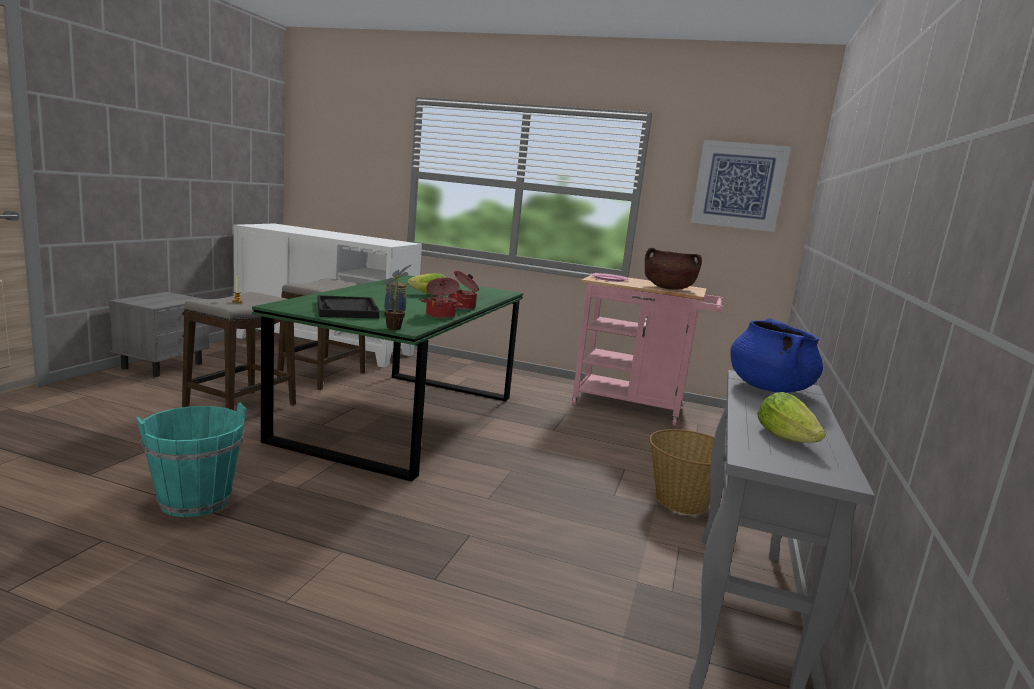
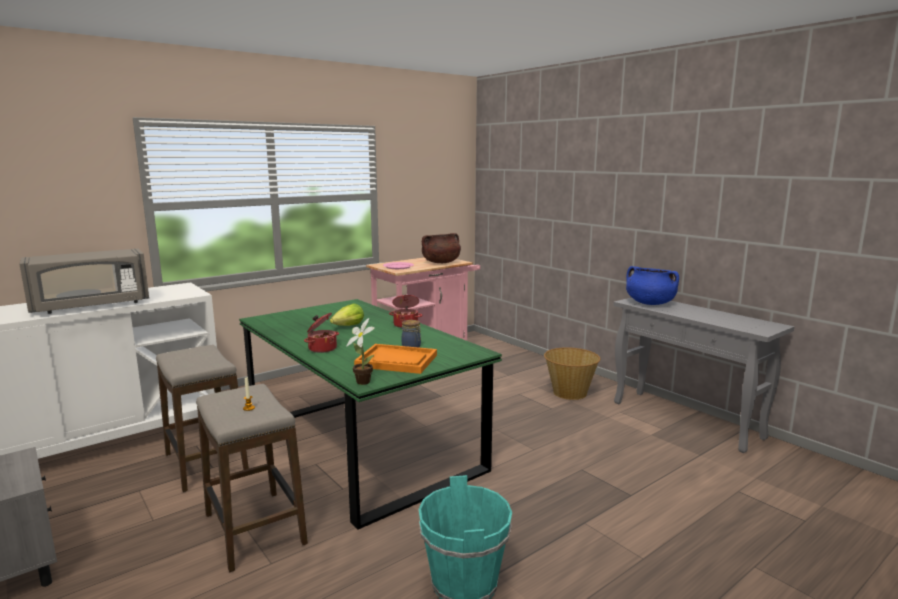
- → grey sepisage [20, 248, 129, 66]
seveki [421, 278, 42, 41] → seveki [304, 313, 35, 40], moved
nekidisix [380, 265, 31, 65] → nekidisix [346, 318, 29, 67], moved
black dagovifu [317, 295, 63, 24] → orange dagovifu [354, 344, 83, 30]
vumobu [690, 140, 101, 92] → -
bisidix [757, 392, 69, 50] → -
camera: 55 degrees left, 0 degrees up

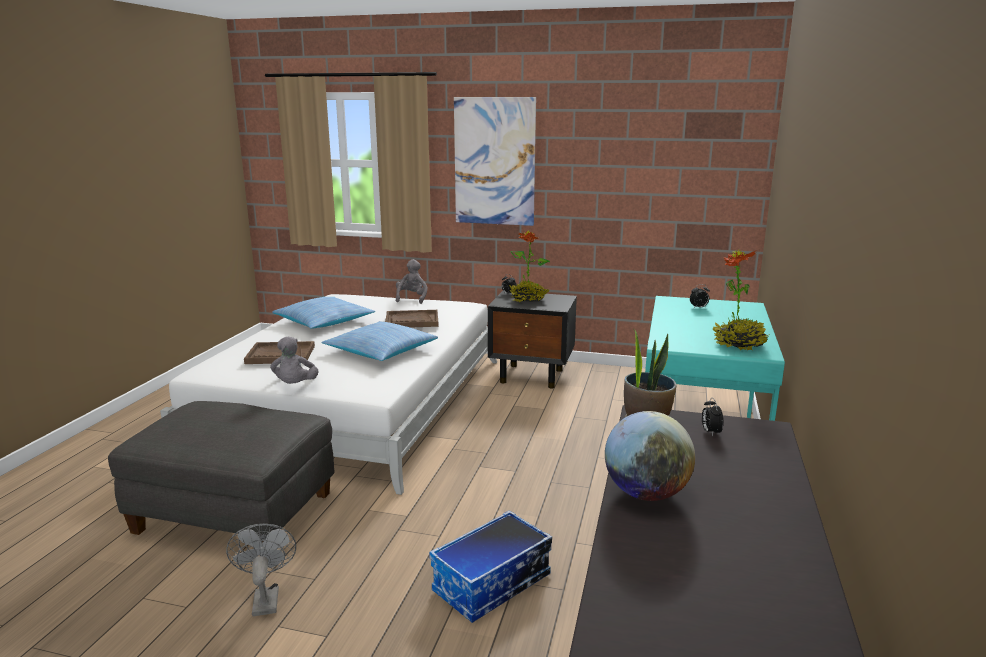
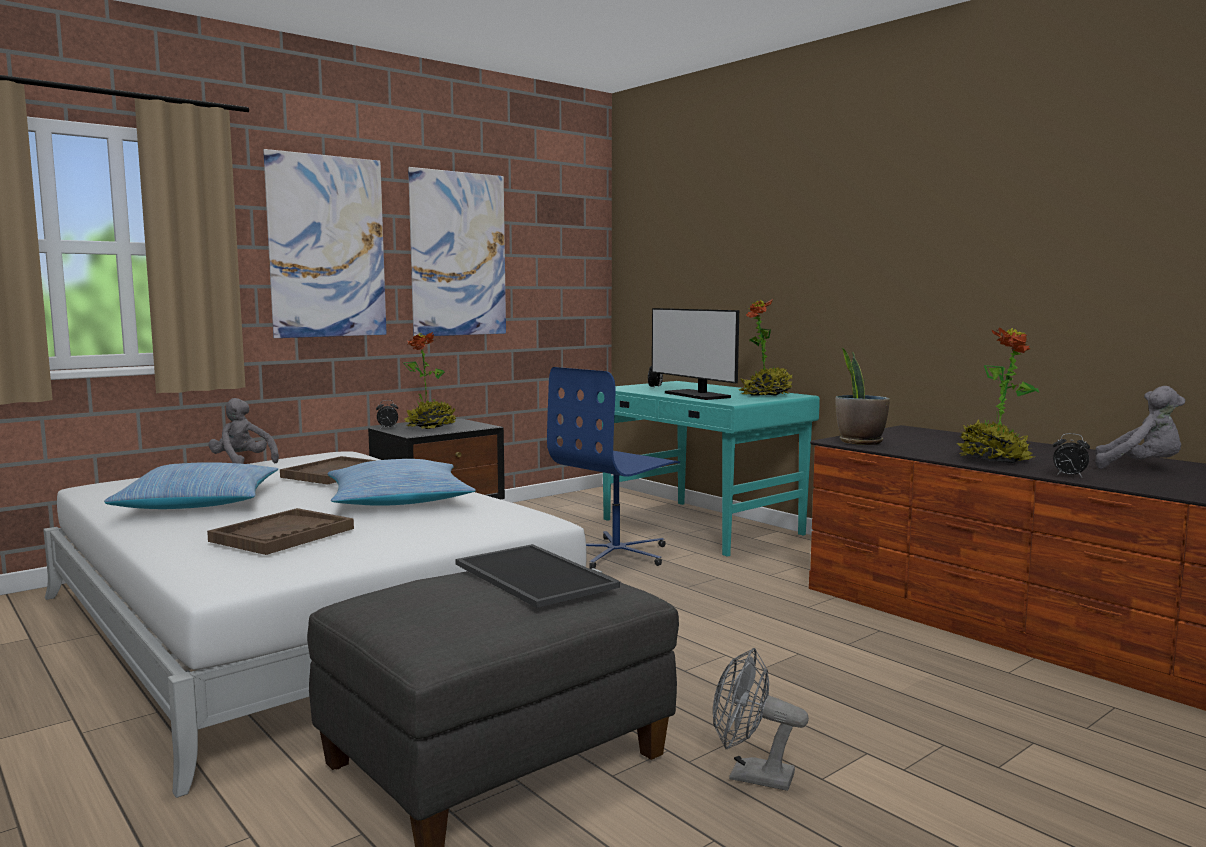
- → vumobu [408, 167, 98, 169]
- → dagovifu [455, 544, 165, 64]
- → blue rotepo [547, 367, 133, 202]
- → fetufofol [652, 308, 87, 92]
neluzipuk [605, 411, 90, 90] → nekidisix [957, 327, 82, 136]
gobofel [702, 398, 21, 38] → gobofel [1053, 433, 37, 44], moved
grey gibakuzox [270, 337, 49, 47] → grey gibakuzox [1095, 386, 90, 83], moved
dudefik [429, 510, 123, 113] → -
camera: 55 degrees left, 10 degrees down

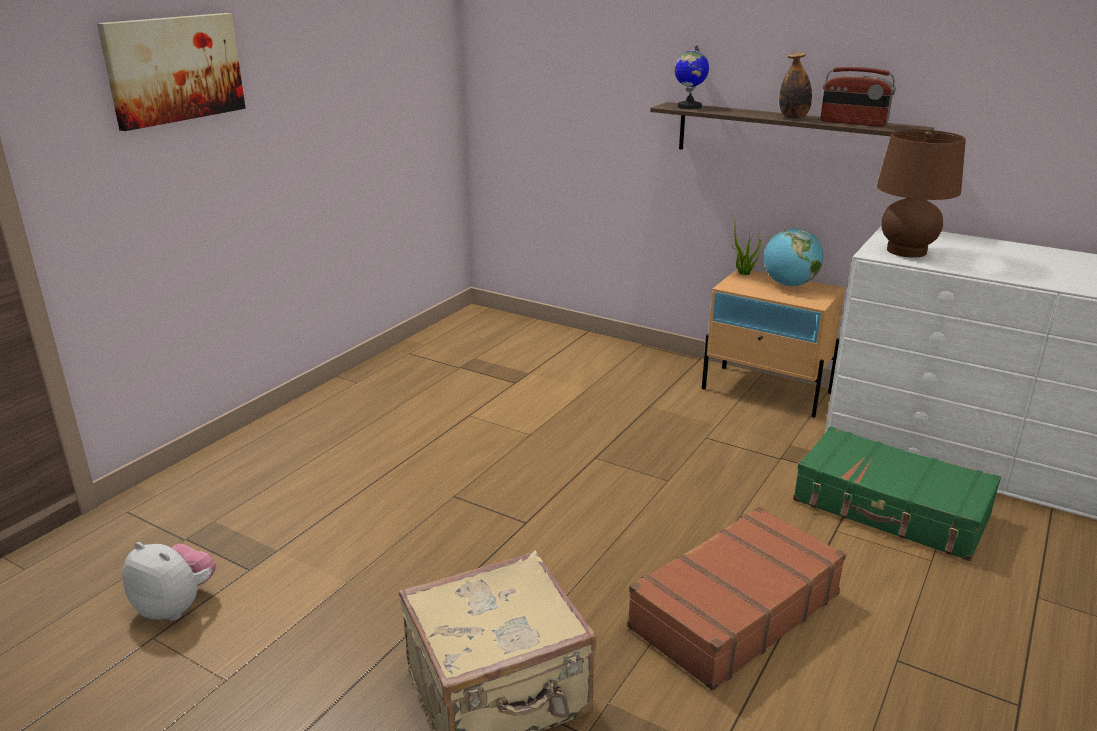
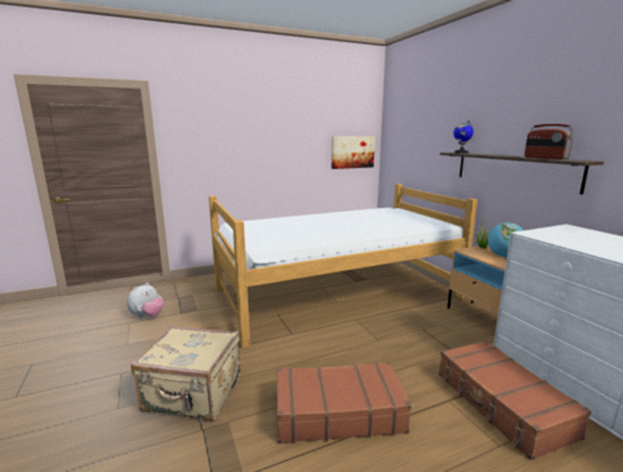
gibakuzox [122, 542, 94, 79] → gibakuzox [127, 283, 37, 35], 60 degrees clockwise
- → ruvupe [209, 184, 269, 164]
vumobu [97, 13, 149, 118] → vumobu [331, 136, 44, 33], moved
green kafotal [793, 426, 208, 135] → brown kafotal [438, 340, 153, 120]
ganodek [779, 52, 33, 67] → -
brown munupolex [877, 129, 89, 129] → -
camera: 35 degrees right, 10 degrees down

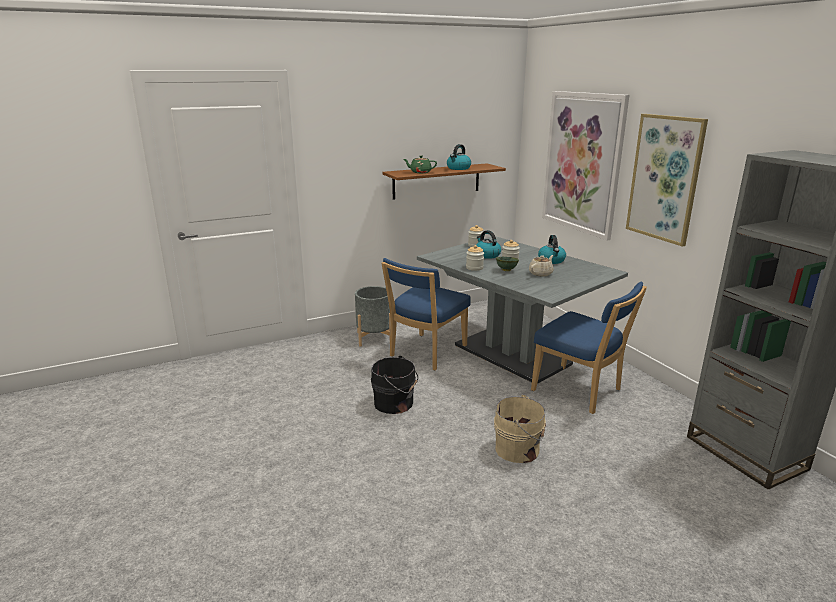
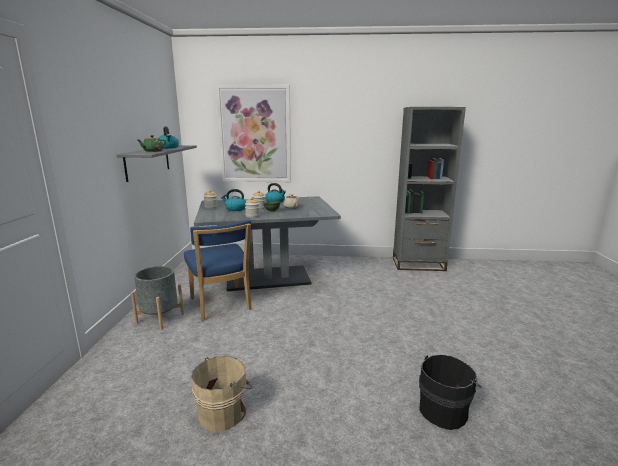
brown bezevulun [382, 163, 124, 37] → grey bezevulun [117, 145, 80, 37]
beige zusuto [494, 395, 52, 68] → beige zusuto [192, 356, 60, 76], moved
black zusuto [371, 355, 47, 59] → black zusuto [419, 354, 62, 76], moved
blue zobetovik [531, 281, 116, 133] → -
vumobu [626, 114, 82, 133] → -
camera: 60 degrees left, 5 degrees down

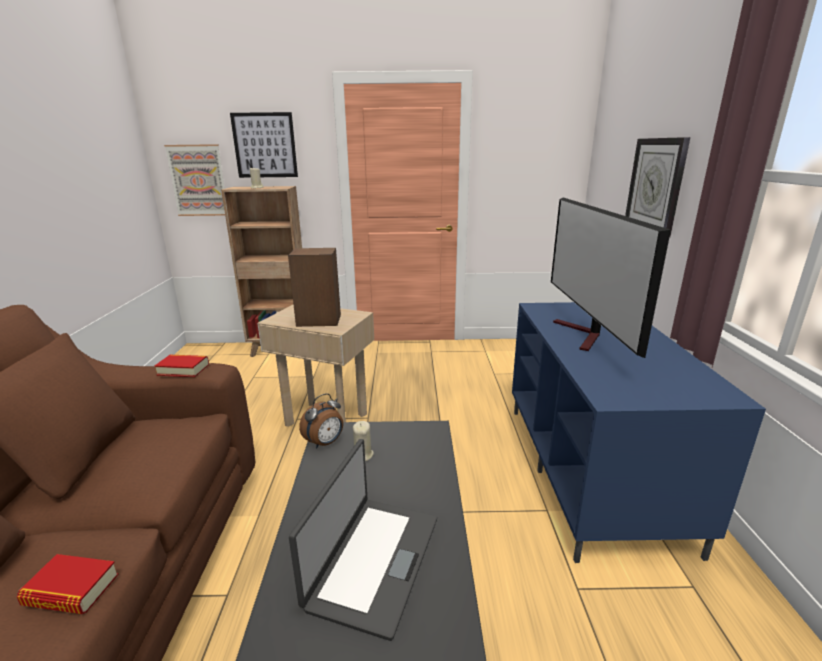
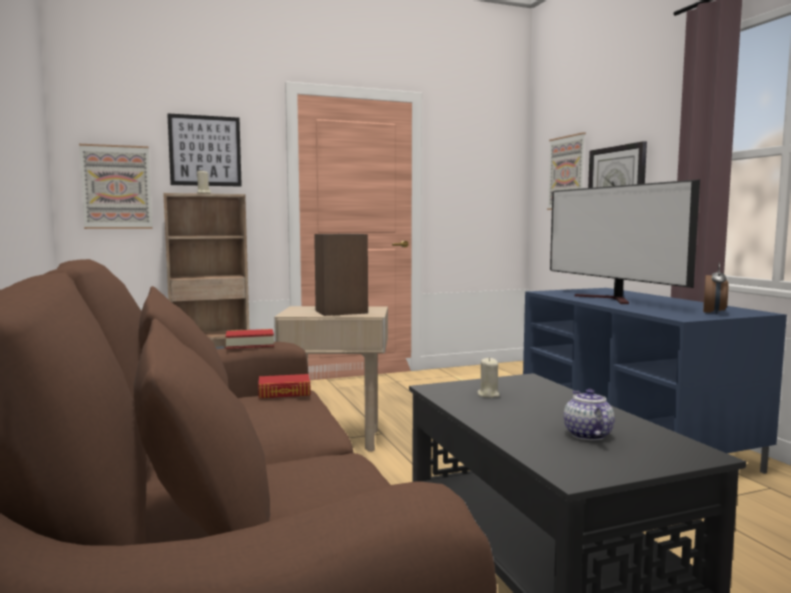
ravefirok [16, 554, 103, 60] → ravefirok [258, 374, 53, 24], moved
- → vumobu [547, 132, 39, 78]
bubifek [289, 439, 148, 202] → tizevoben [564, 389, 51, 51]
gobofel [299, 393, 44, 56] → gobofel [703, 262, 25, 53], moved
camera: 20 degrees left, 15 degrees down

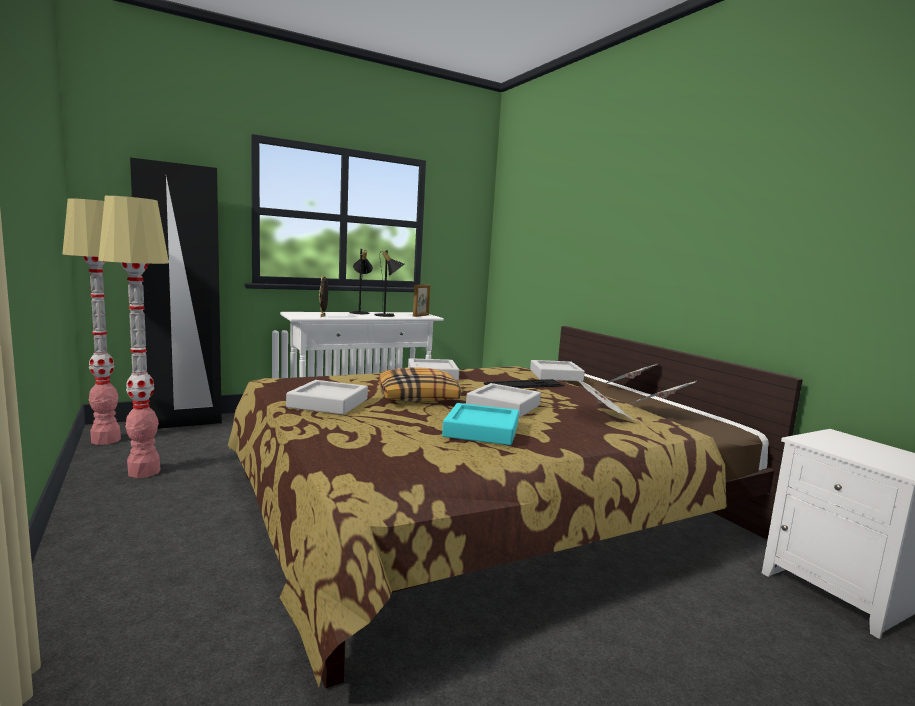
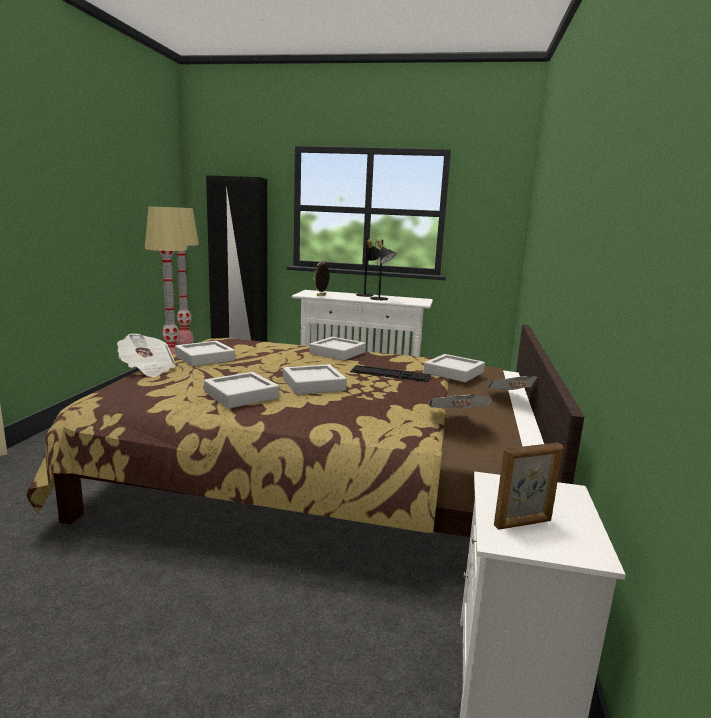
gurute [572, 377, 64, 44] → gurute [117, 333, 59, 44], moved
turquoise dagovifu [442, 403, 77, 42] → grey dagovifu [204, 372, 75, 37]
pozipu [413, 284, 17, 33] → pozipu [494, 443, 69, 87], moved
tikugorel [379, 367, 82, 35] → -
camera: 40 degrees right, 5 degrees up

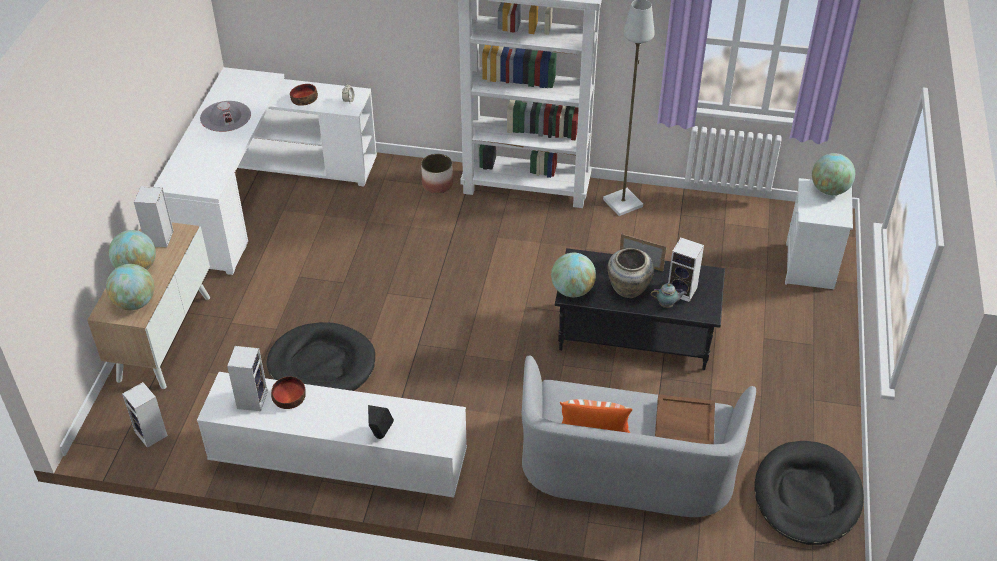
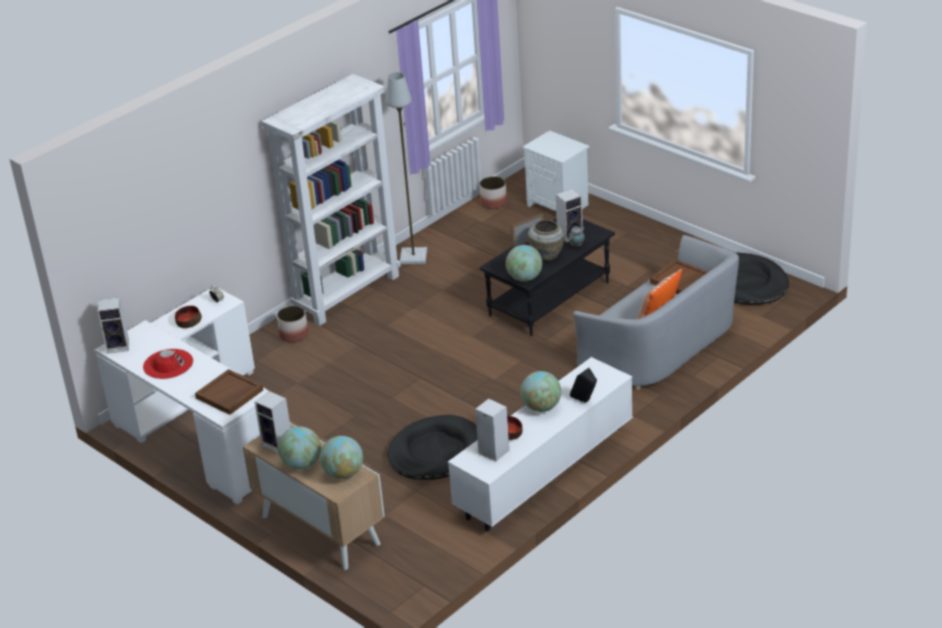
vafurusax [122, 382, 46, 66] → vafurusax [98, 297, 31, 57], moved
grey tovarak [200, 101, 51, 31] → red tovarak [143, 349, 50, 30]
- → brown dagovifu [195, 369, 68, 46]
- → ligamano [480, 176, 27, 33]
neluzipuk [812, 153, 43, 42] → neluzipuk [520, 371, 41, 41], moved
camera: 55 degrees left, 10 degrees down

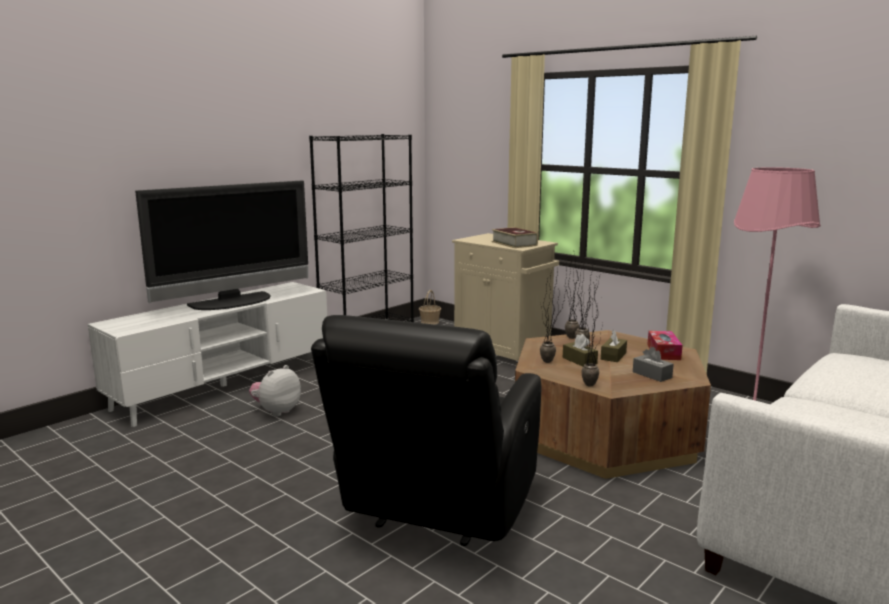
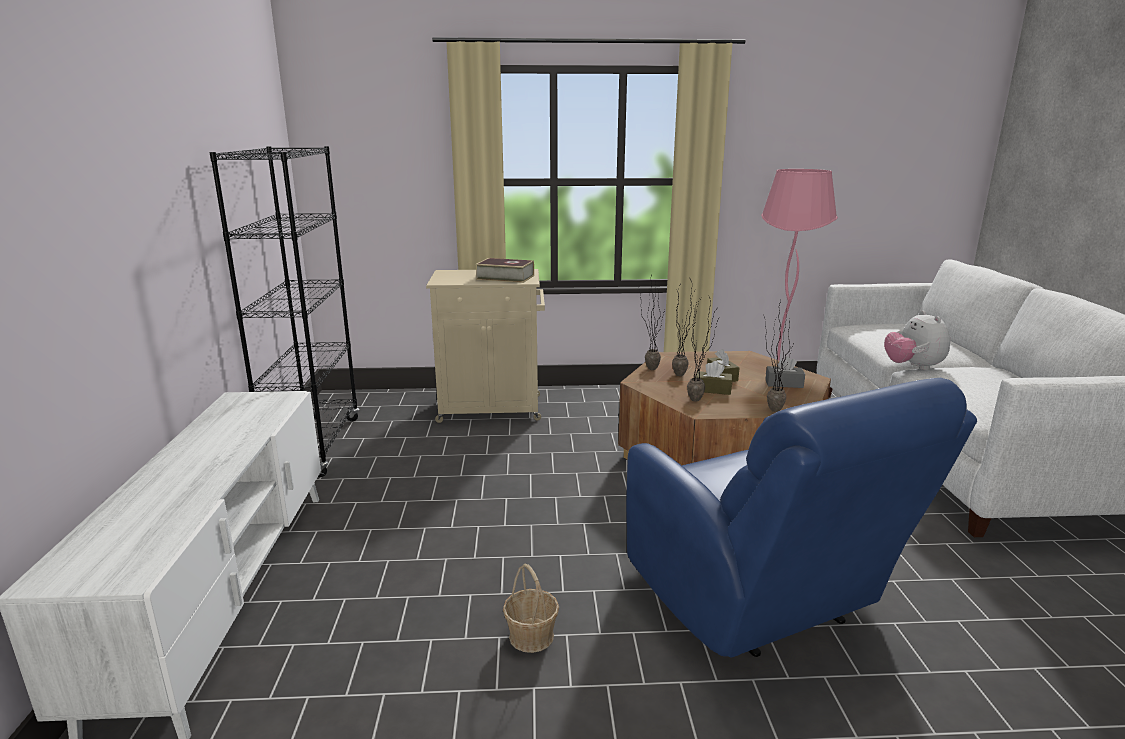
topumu [419, 290, 22, 35] → topumu [503, 563, 56, 90], moved
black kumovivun [311, 315, 230, 231] → blue kumovivun [626, 378, 351, 280]
gibakuzox [249, 365, 52, 52] → gibakuzox [884, 311, 66, 59], moved
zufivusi [135, 181, 173, 129] → -
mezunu [647, 331, 36, 29] → -
camera: 45 degrees left, 5 degrees up

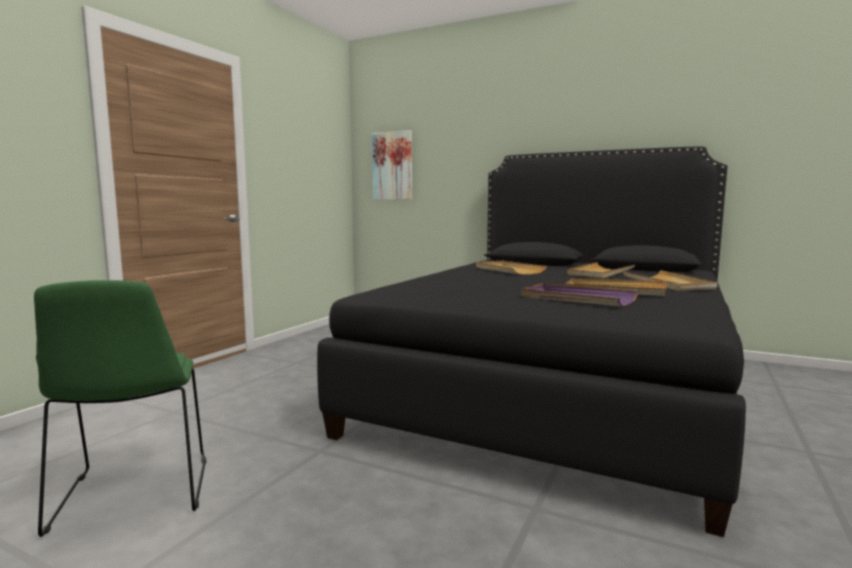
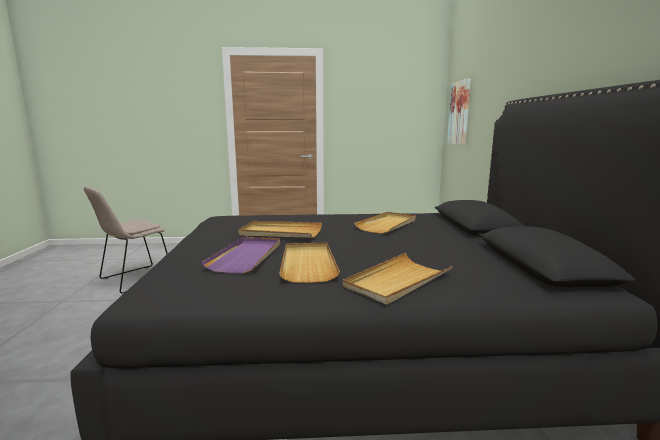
green zobetovik [34, 280, 172, 257] → beige zobetovik [84, 186, 84, 108]
beige dagovifu [567, 262, 68, 17] → beige dagovifu [239, 221, 83, 17], moved
camera: 60 degrees right, 5 degrees up

